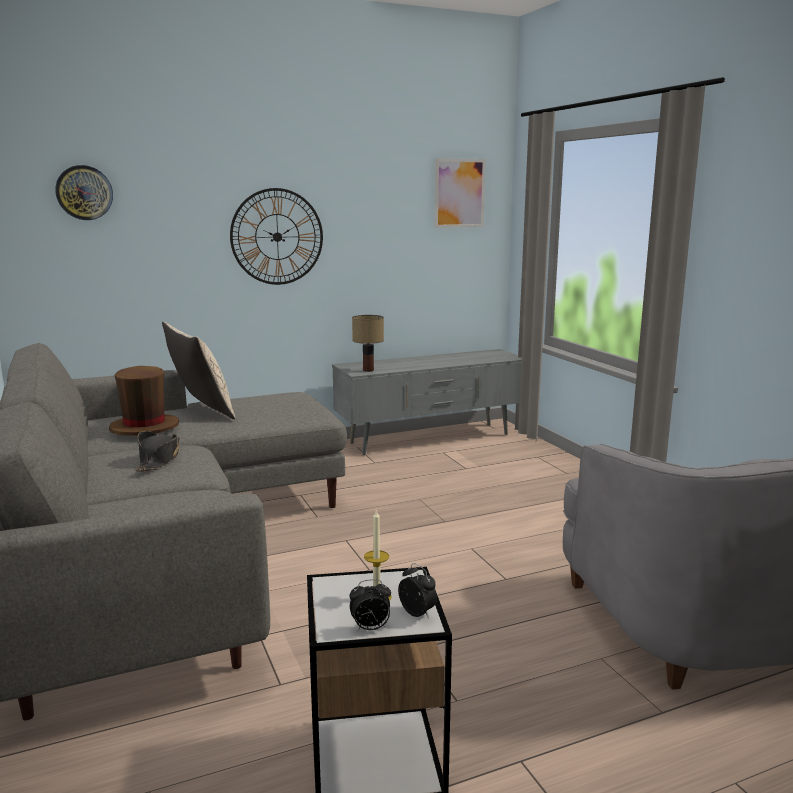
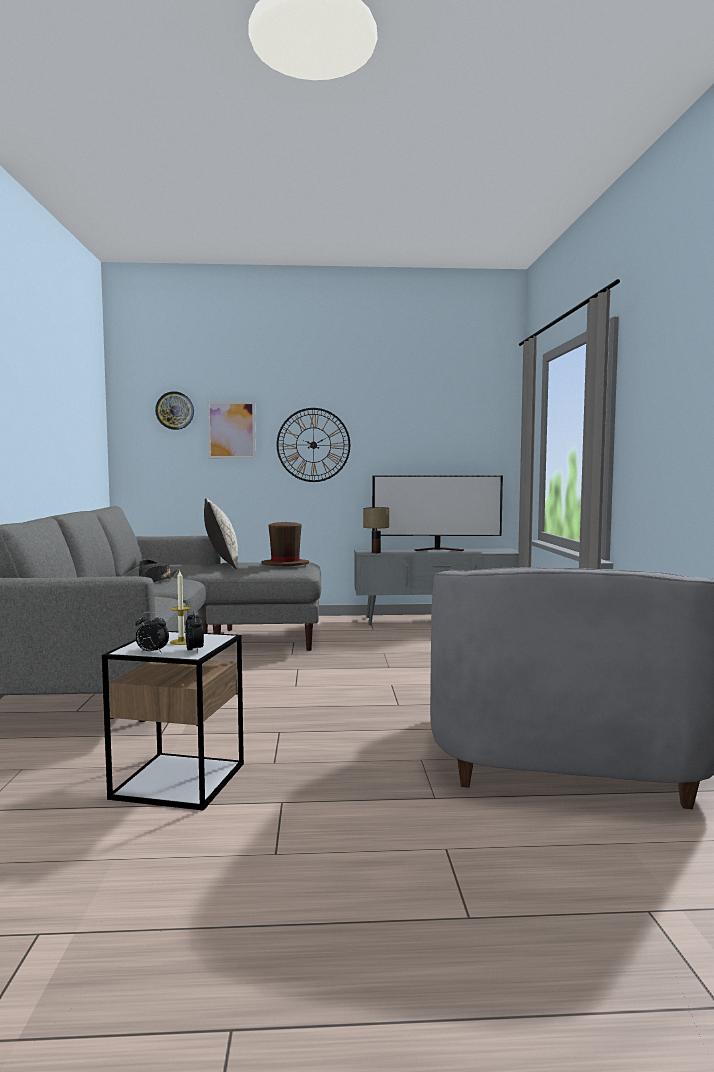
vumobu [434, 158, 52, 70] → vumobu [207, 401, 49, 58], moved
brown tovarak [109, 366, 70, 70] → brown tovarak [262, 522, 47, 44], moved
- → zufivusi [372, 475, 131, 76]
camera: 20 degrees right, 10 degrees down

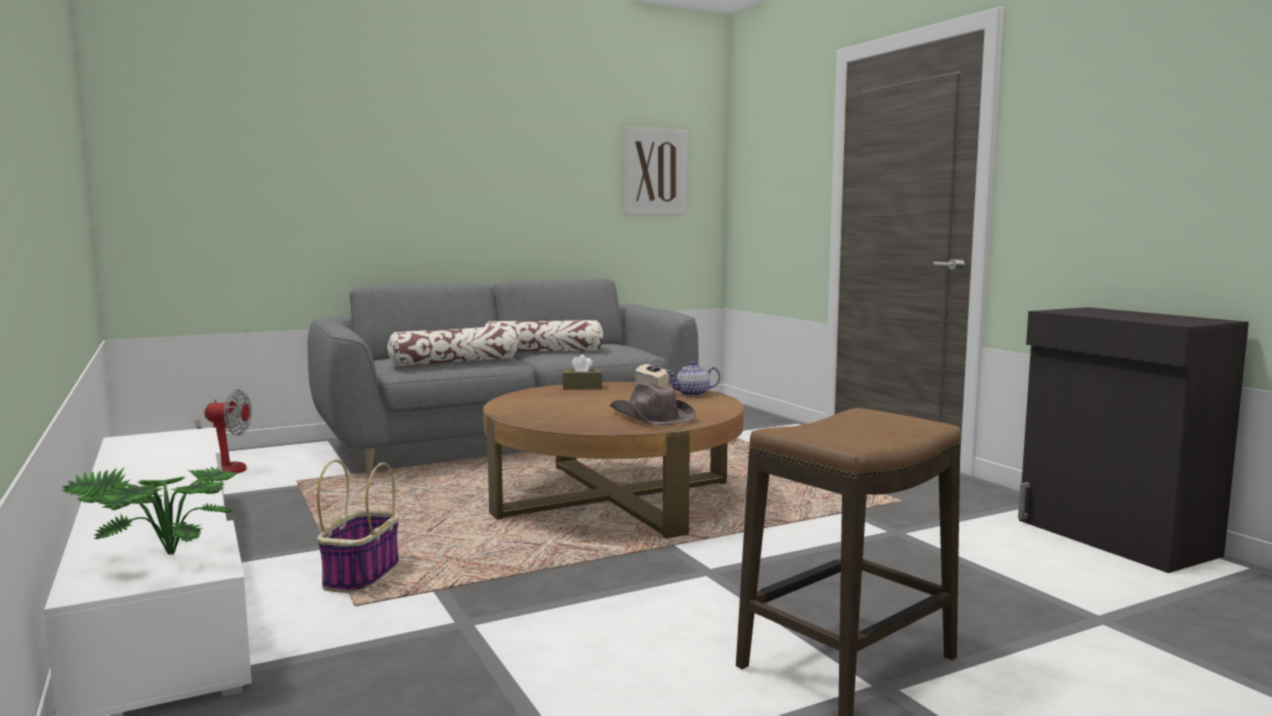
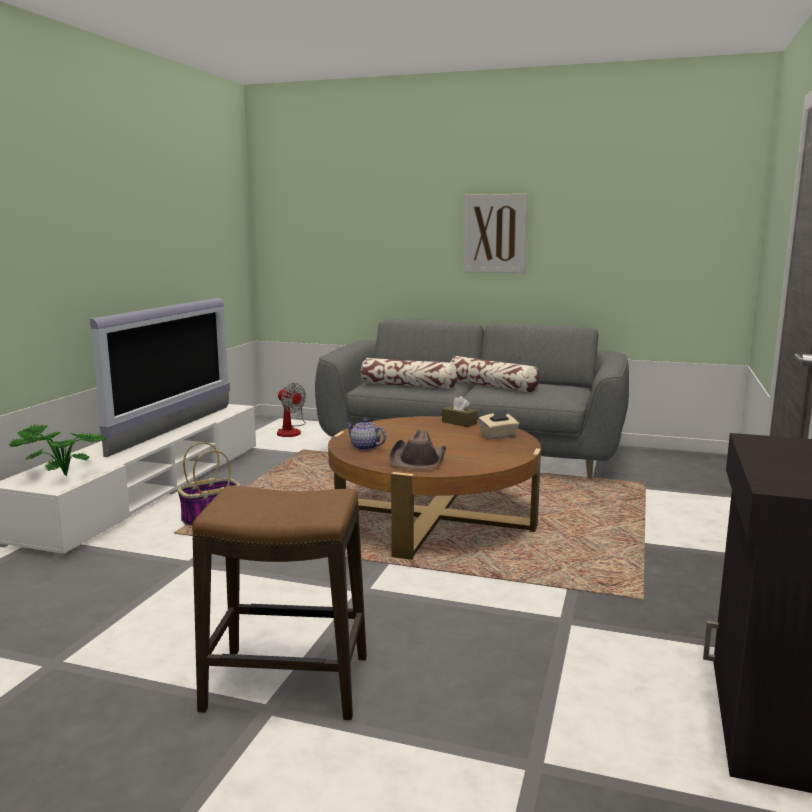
- → zufivusi [90, 298, 140, 159]
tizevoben [666, 361, 54, 35] → tizevoben [346, 419, 40, 31], moved
vumobu [624, 127, 63, 88] → vumobu [463, 194, 65, 79], moved
camera: 45 degrees right, 5 degrees up

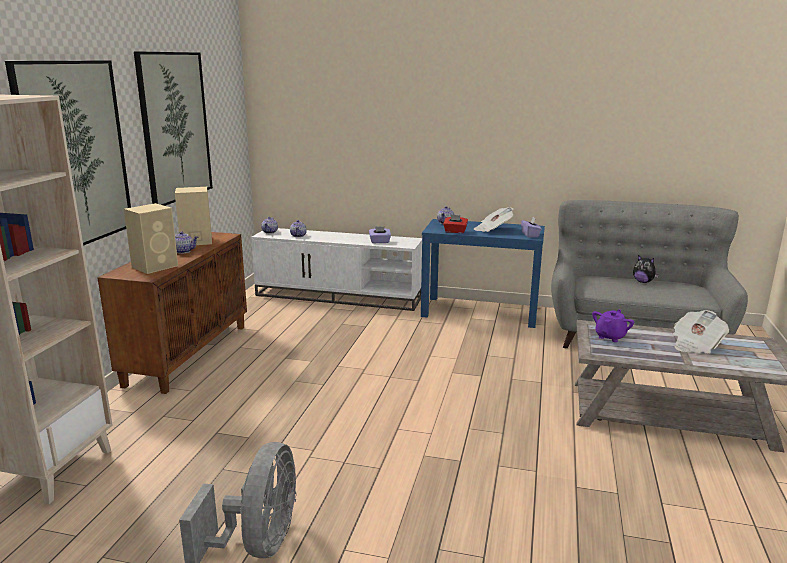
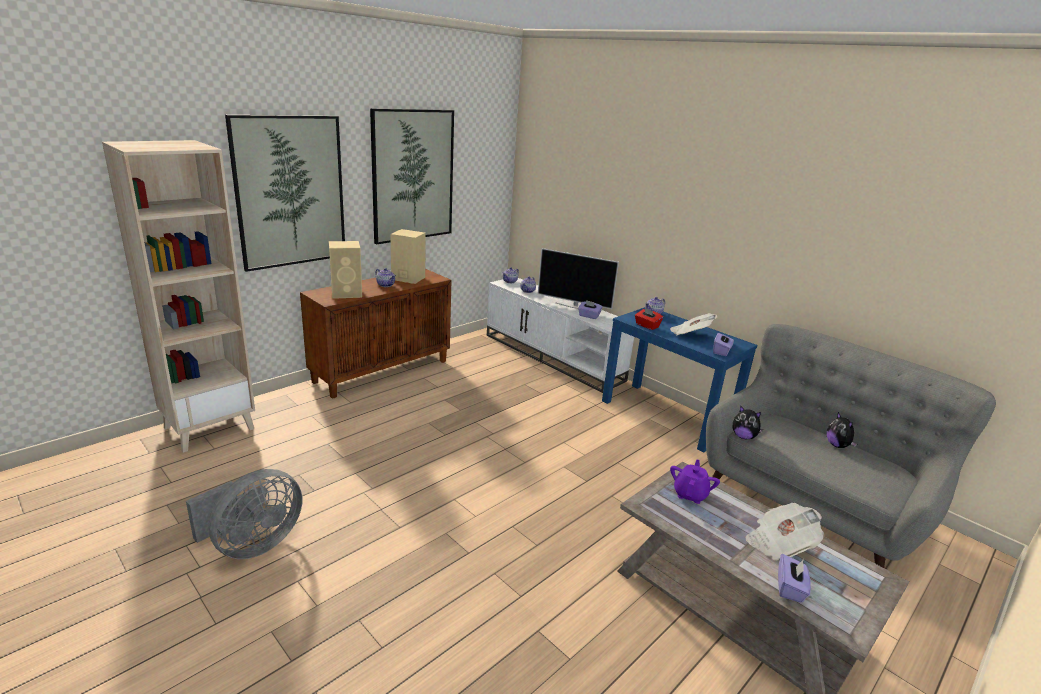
- → zufivusi [538, 248, 81, 61]
purple tizevoben [592, 309, 42, 33] → purple tizevoben [670, 459, 50, 45], 45 degrees counterclockwise
- → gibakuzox [733, 406, 31, 33]
- → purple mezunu [778, 554, 33, 49]
camera: 30 degrees right, 5 degrees up

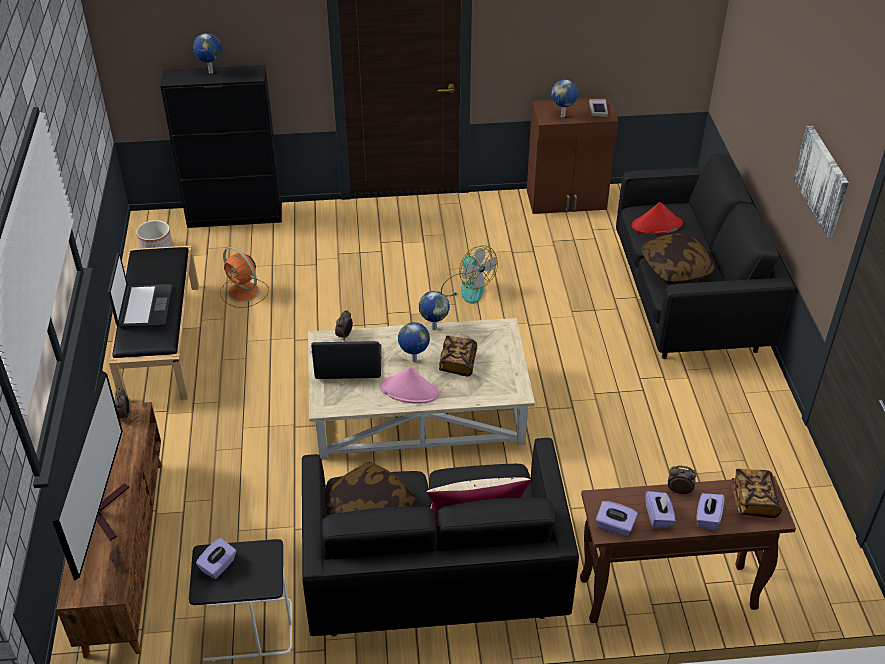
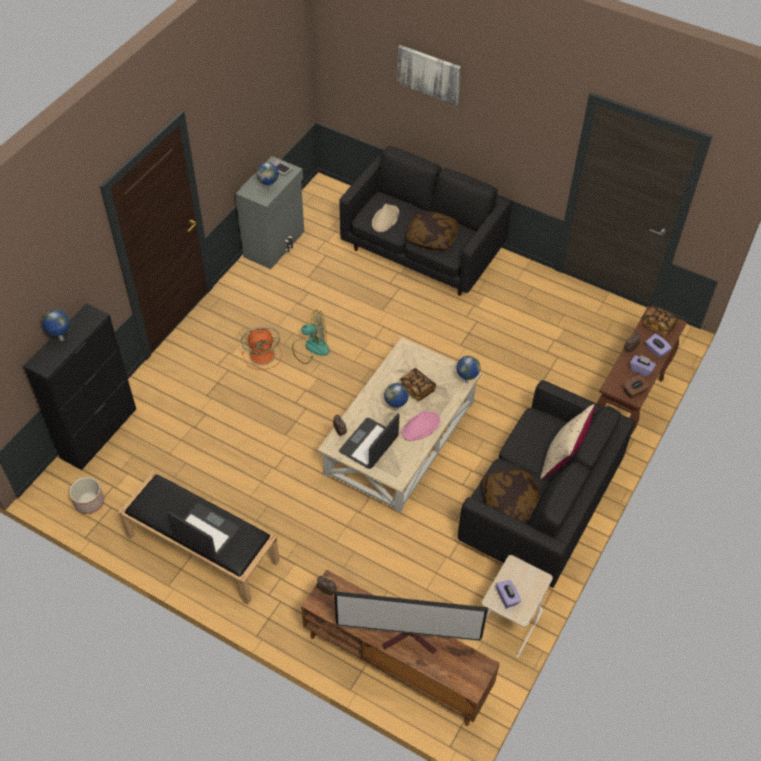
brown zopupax [527, 97, 91, 117] → grey zopupax [235, 156, 69, 113]
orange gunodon [220, 247, 49, 61] → orange gunodon [241, 326, 41, 44], moved
zufivusi [52, 371, 77, 210] → zufivusi [334, 591, 154, 63], 150 degrees clockwise
red tovarak [632, 202, 51, 32] → beige tovarak [372, 204, 27, 28]
vumobu [794, 126, 55, 111] → vumobu [397, 45, 64, 60], moved
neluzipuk [419, 291, 31, 39] → neluzipuk [456, 356, 25, 27], moved
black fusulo [189, 539, 103, 122] → beige fusulo [482, 555, 71, 103]
purple mezunu [596, 501, 42, 36] → brown mezunu [623, 375, 27, 24]
camera: 55 degrees left, 10 degrees up

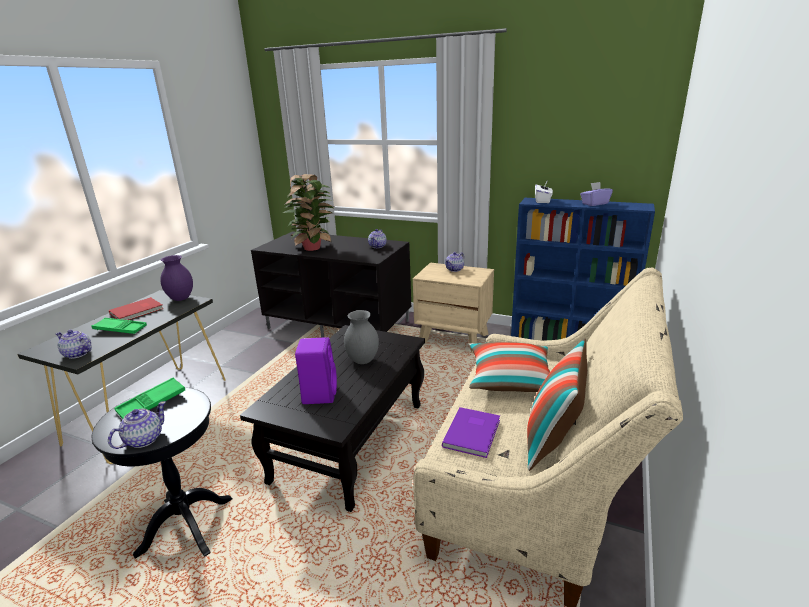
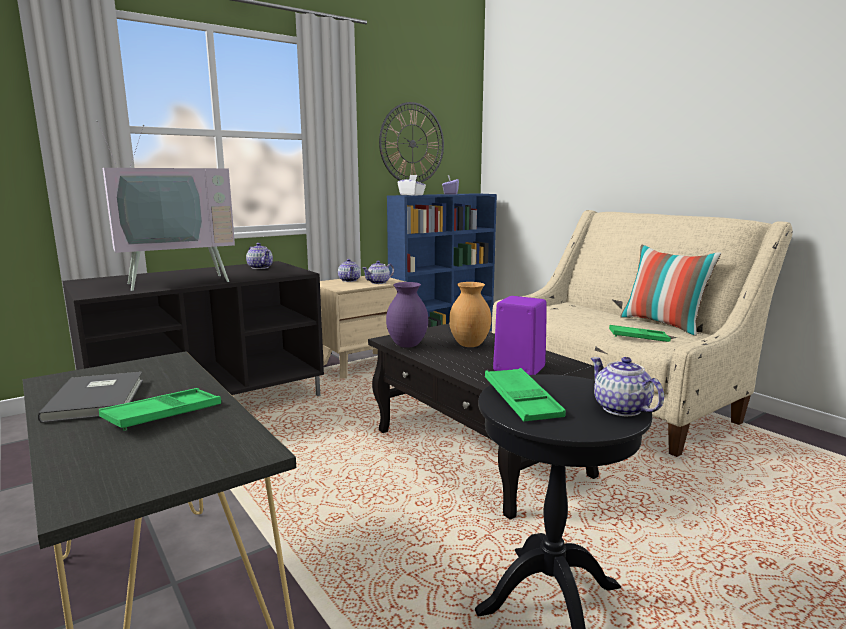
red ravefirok [109, 297, 55, 23] → grey ravefirok [38, 372, 105, 51]
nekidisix [283, 174, 51, 77] → zufivusi [97, 120, 138, 171]
tizevoben [55, 330, 37, 29] → tizevoben [362, 261, 32, 23], moved
- → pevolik [379, 102, 65, 81]
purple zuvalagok [160, 255, 33, 46] → purple zuvalagok [386, 282, 42, 66], moved
grey zuvalagok [344, 310, 35, 54] → brown zuvalagok [449, 282, 42, 65]
purple ravefirok [442, 407, 58, 51] → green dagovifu [609, 325, 62, 17]
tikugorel [469, 342, 81, 50] → -
camera: 60 degrees left, 10 degrees down

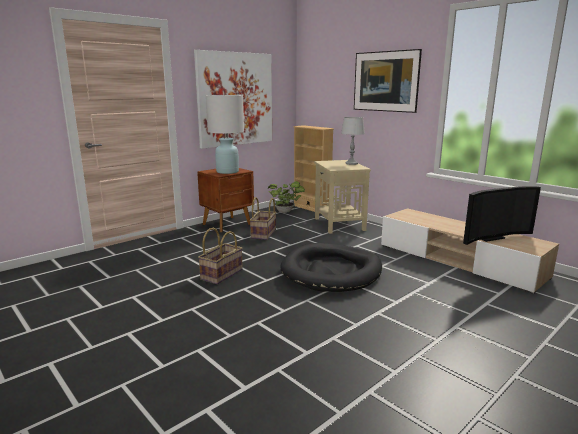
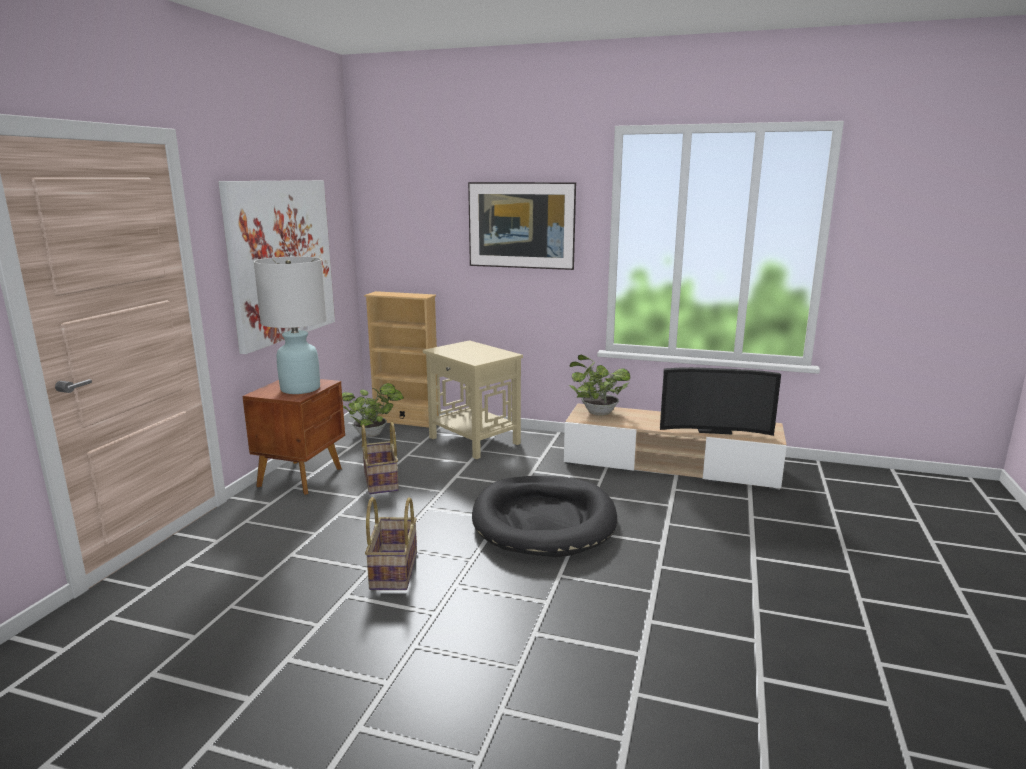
- → nekidisix [569, 355, 61, 61]
zufivusi [463, 186, 78, 59] → zufivusi [660, 367, 121, 69], 60 degrees clockwise
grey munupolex [341, 117, 24, 48] → -
camera: 30 degrees left, 0 degrees up

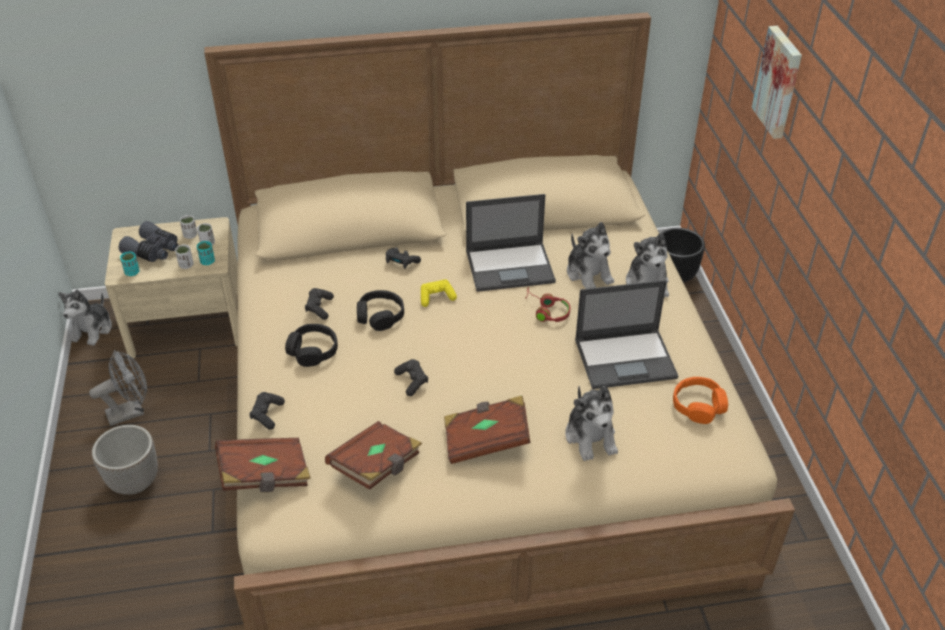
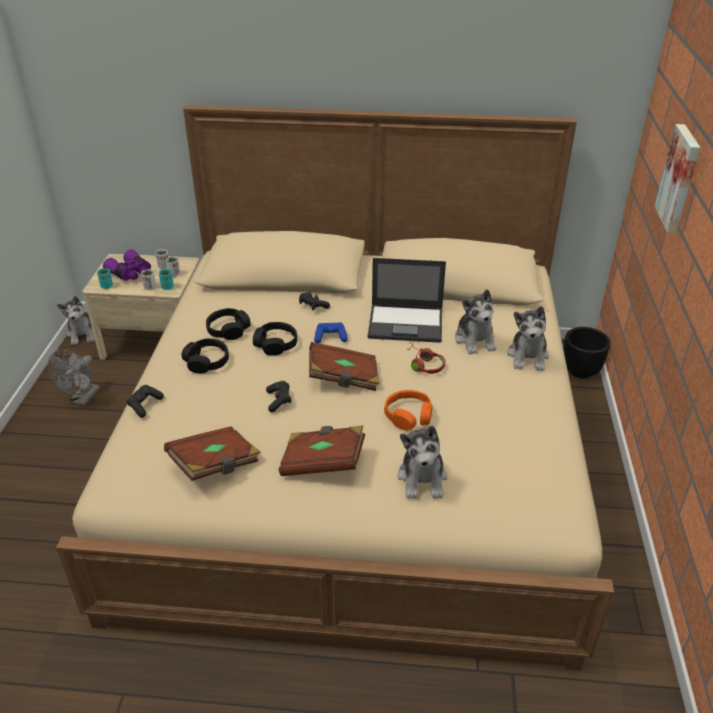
grey gunodon [89, 350, 58, 76] → grey gunodon [48, 350, 52, 56], 120 degrees clockwise
gibakuzox [58, 290, 54, 56] → gibakuzox [57, 296, 38, 49], 45 degrees counterclockwise
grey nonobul [119, 221, 60, 41] → purple nonobul [103, 249, 48, 32]
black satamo [305, 288, 29, 32] → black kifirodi [206, 308, 45, 32]
brown ravefirok [215, 438, 96, 54] → brown ravefirok [309, 342, 71, 49], moved
yellow satamo [421, 279, 36, 28] → blue satamo [314, 322, 34, 21]
orange kifirodi [673, 377, 55, 47] → orange kifirodi [384, 390, 49, 41], moved
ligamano [92, 425, 66, 70] → -
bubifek [575, 280, 103, 109] → -
camera: 15 degrees right, 5 degrees down

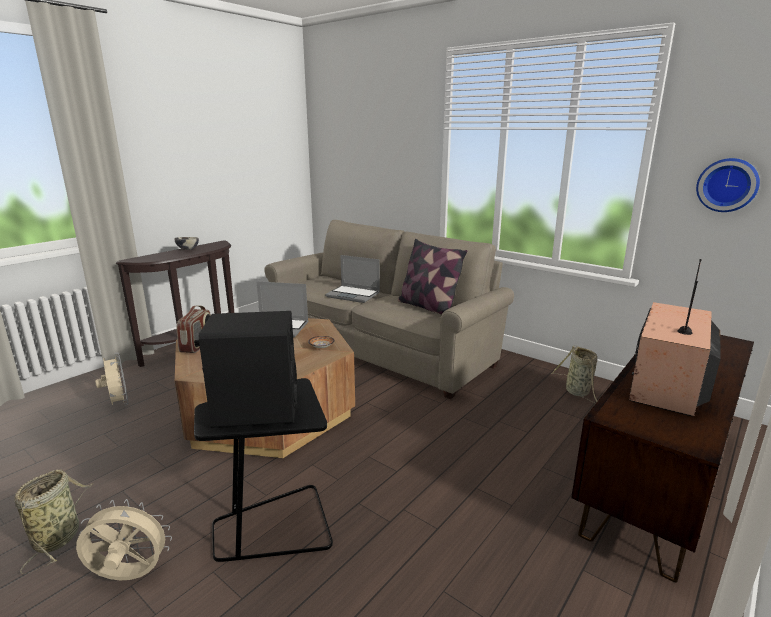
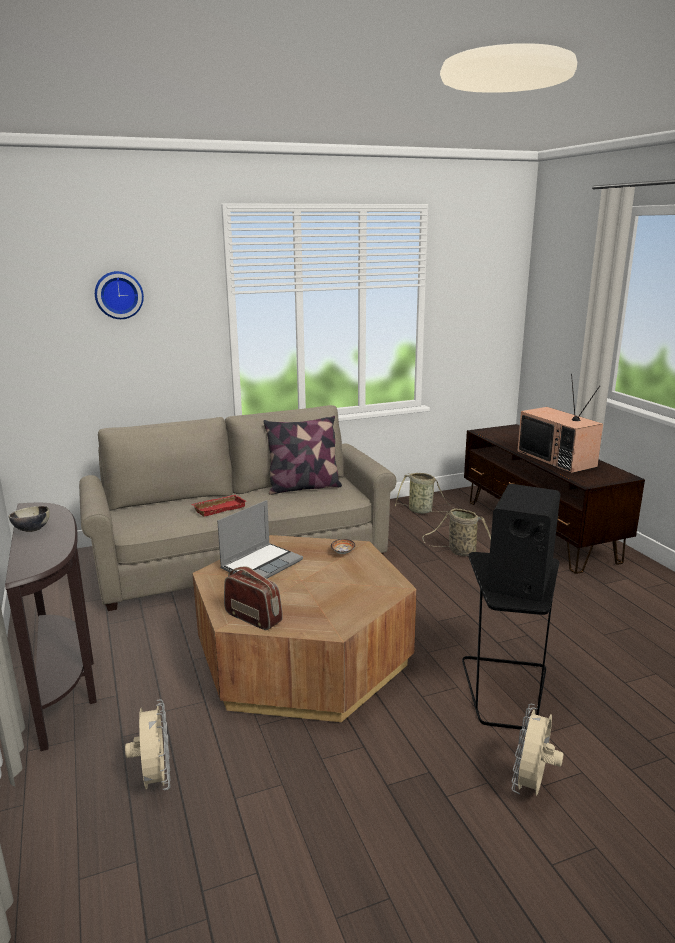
pevolik [696, 158, 64, 54] → pevolik [95, 271, 49, 48], moved
beige gunodon [95, 352, 33, 54] → beige gunodon [125, 699, 46, 91], 75 degrees clockwise
bubifek [325, 255, 55, 48] → red dagovifu [192, 495, 55, 22]
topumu [14, 470, 79, 104] → topumu [423, 509, 68, 47], moved
camera: 60 degrees left, 0 degrees up

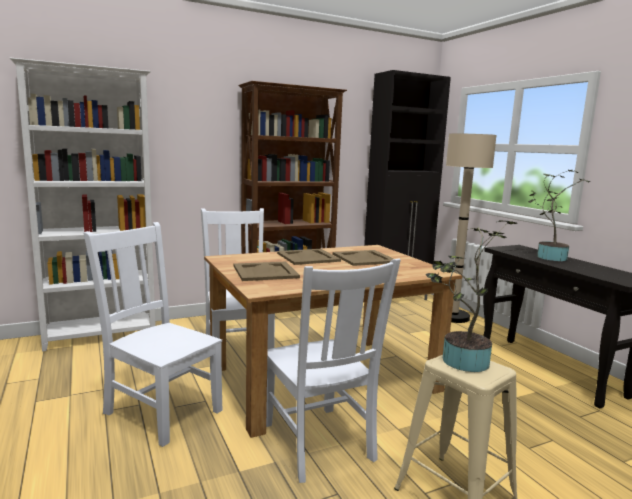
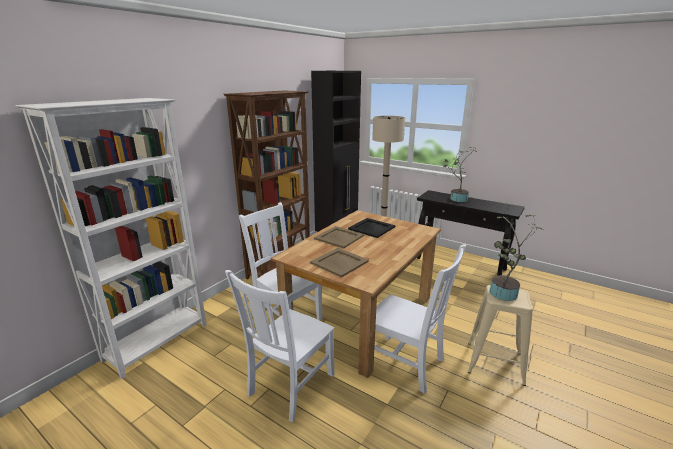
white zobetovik [83, 222, 139, 225] → white zobetovik [225, 270, 110, 152], 60 degrees counterclockwise
beige dagovifu [333, 250, 61, 16] → black dagovifu [348, 218, 48, 20]
camera: 30 degrees left, 10 degrees up

